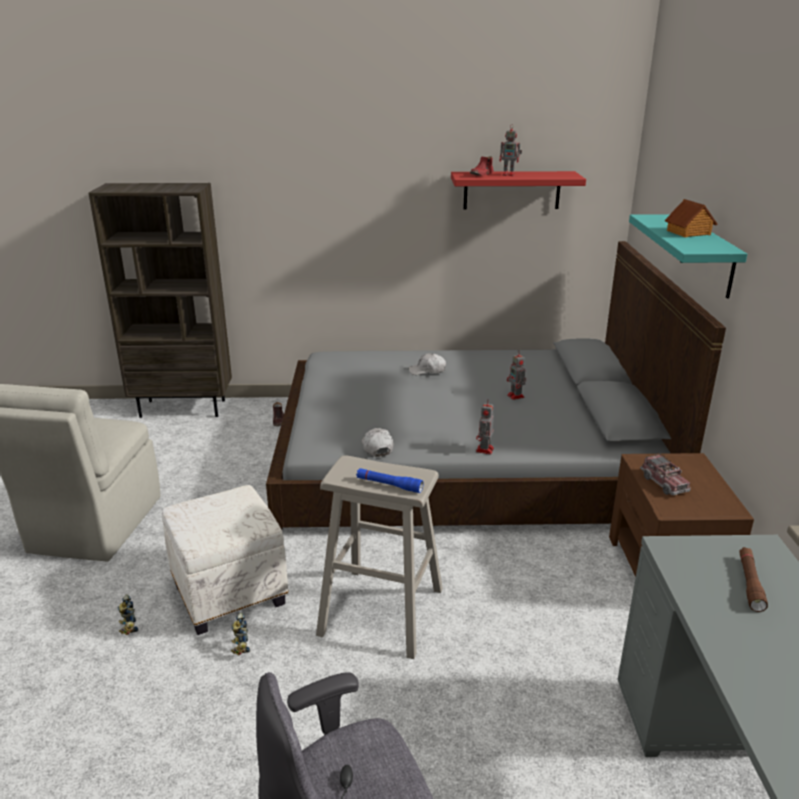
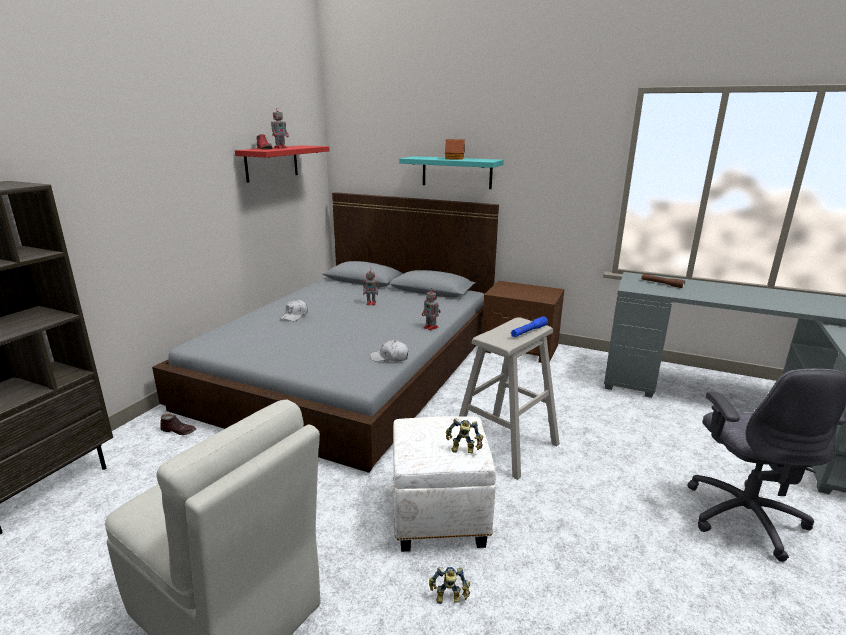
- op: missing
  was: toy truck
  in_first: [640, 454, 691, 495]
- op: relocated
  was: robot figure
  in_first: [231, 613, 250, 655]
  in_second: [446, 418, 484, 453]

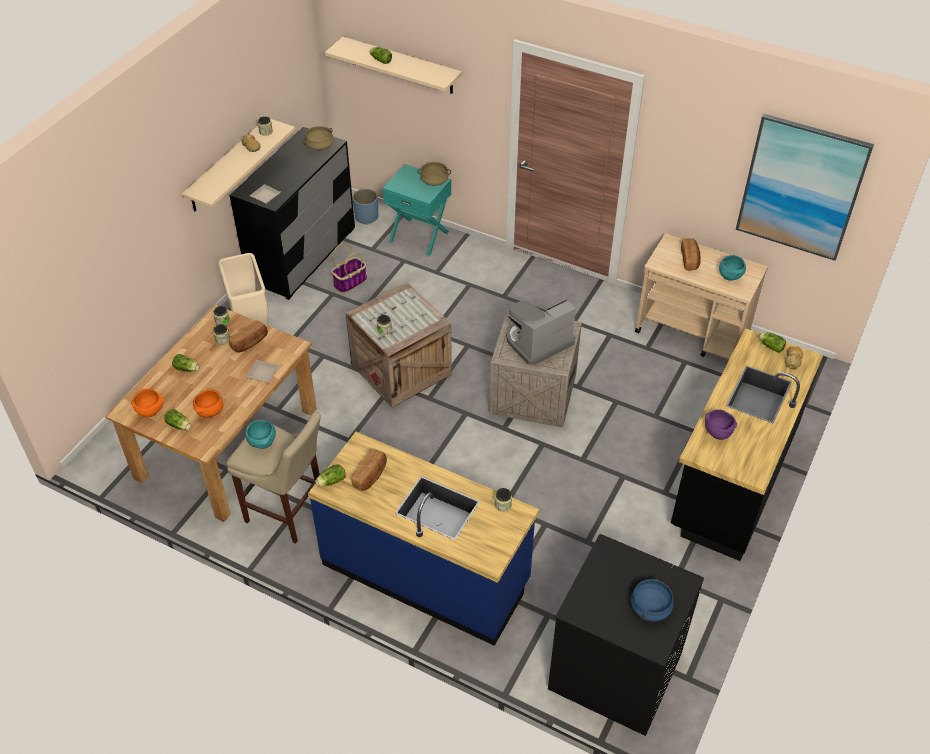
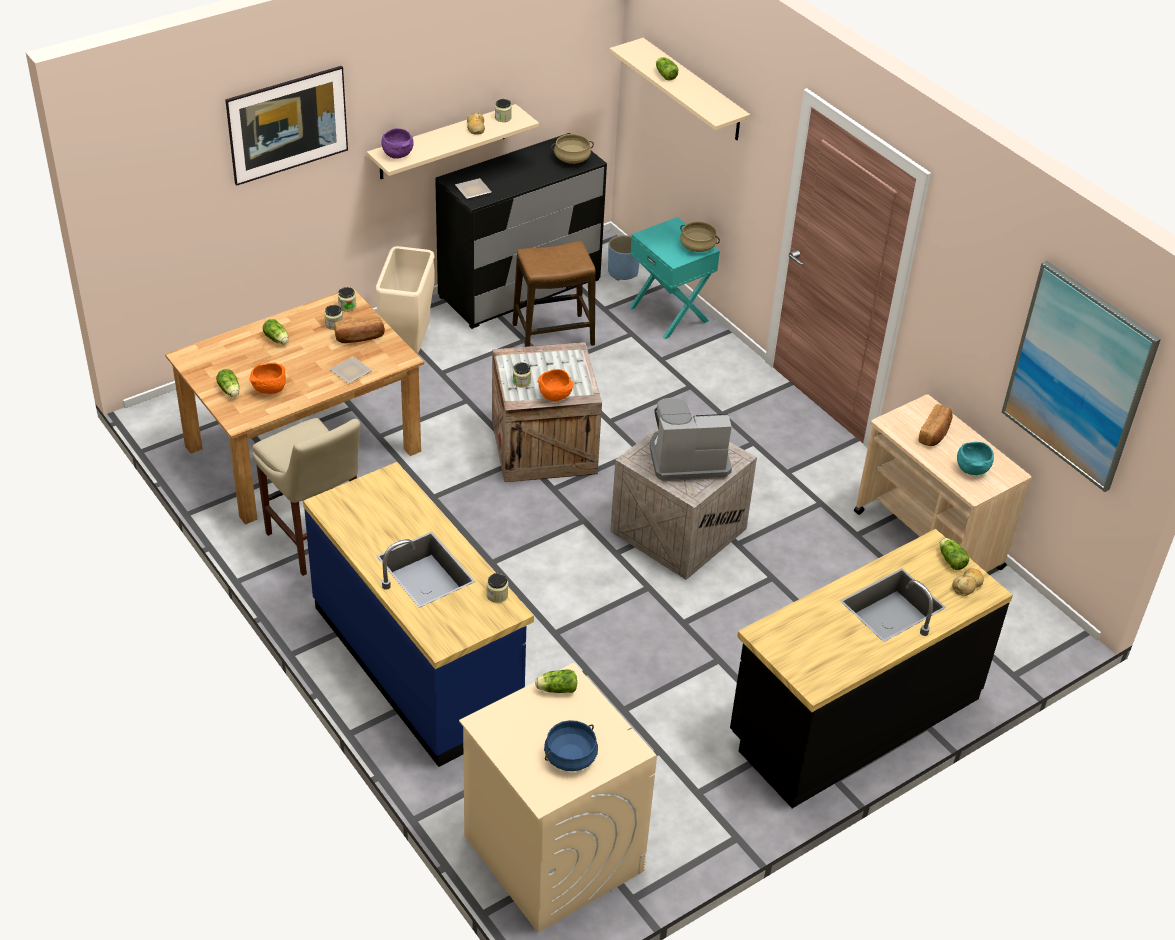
- op: exchanged
  was: storage basket
  now: stool
  in_first: [331, 243, 367, 293]
  in_second: [512, 241, 596, 347]
- op: relocated
  was: orange-coloured serving bowl
  in_first: [131, 388, 164, 417]
  in_second: [538, 369, 574, 401]
- op: relocated
  was: purple serving bowl
  in_first: [705, 409, 737, 440]
  in_second: [381, 128, 414, 159]
- op: missing
  was: blue-green serving bowl
  in_first: [245, 420, 276, 449]
- op: missing
  was: bread
  in_first: [352, 449, 387, 491]
- op: relocated
  was: lettuce head
  in_first: [315, 464, 346, 487]
  in_second: [535, 669, 577, 693]
- op: colour
  was: black laundry appliance
  now: sand-coloured laundry appliance
  in_first: [548, 534, 704, 736]
  in_second: [459, 663, 657, 933]
- op: appeared
  now: wall art
  in_second: [225, 66, 348, 186]

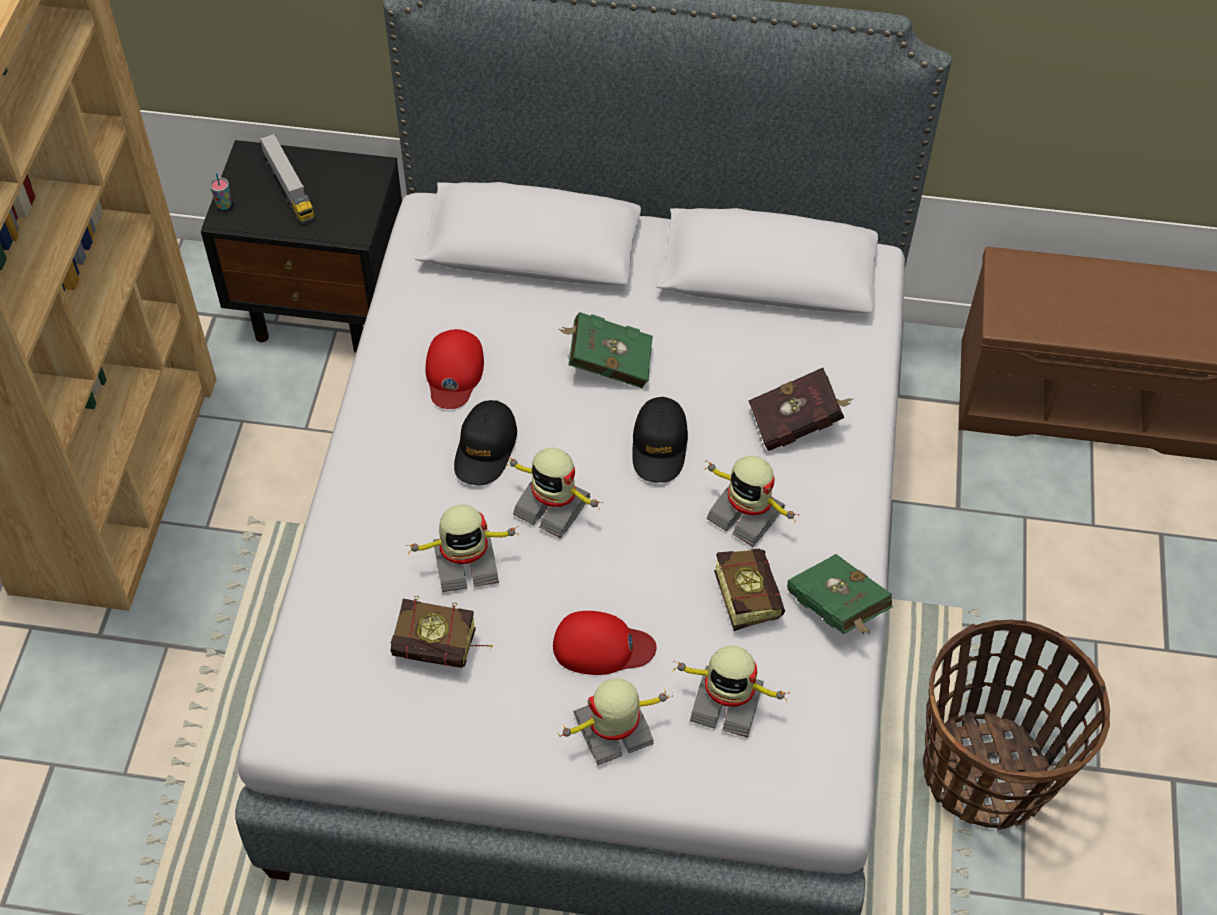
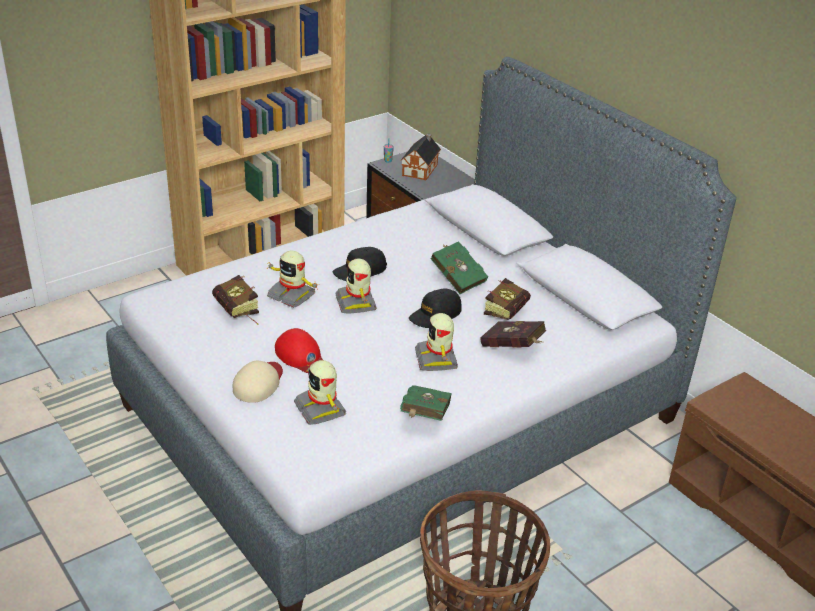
- op: exchanged
  was: toy truck
  now: model house
  in_first: [259, 134, 315, 224]
  in_second: [400, 133, 441, 180]
- op: missing
  was: reddish baseball cap
  in_first: [425, 329, 484, 409]
- op: relocated
  was: bound book
  in_first: [714, 549, 785, 631]
  in_second: [484, 278, 531, 320]
- op: exchanged
  was: robot figure
  now: sand-coloured baseball cap
  in_first: [558, 678, 673, 766]
  in_second: [233, 361, 283, 403]

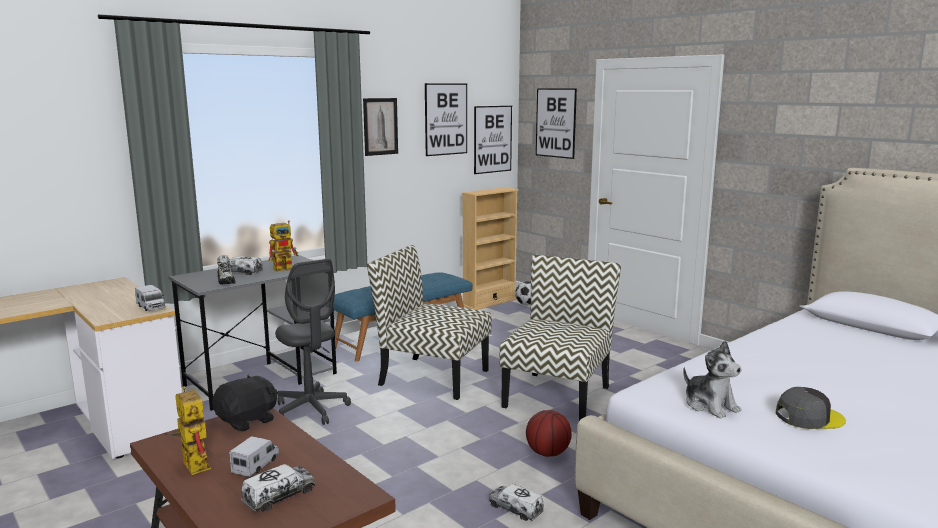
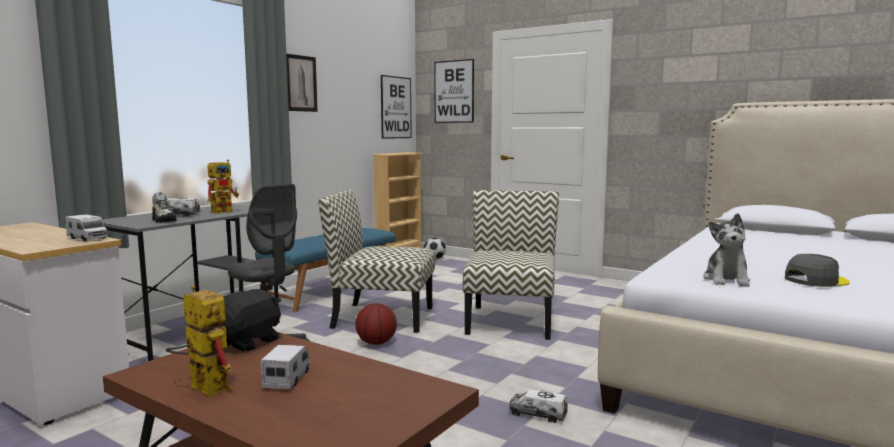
- op: missing
  was: wall art
  in_first: [425, 83, 467, 156]
- op: spun
  was: plush toy
  in_first: [683, 340, 742, 419]
  in_second: [703, 213, 750, 287]
  clockwise: 60
- op: relocated
  was: ball for basketball
  in_first: [526, 410, 572, 457]
  in_second: [355, 303, 397, 345]
- op: missing
  was: toy truck
  in_first: [241, 464, 315, 512]

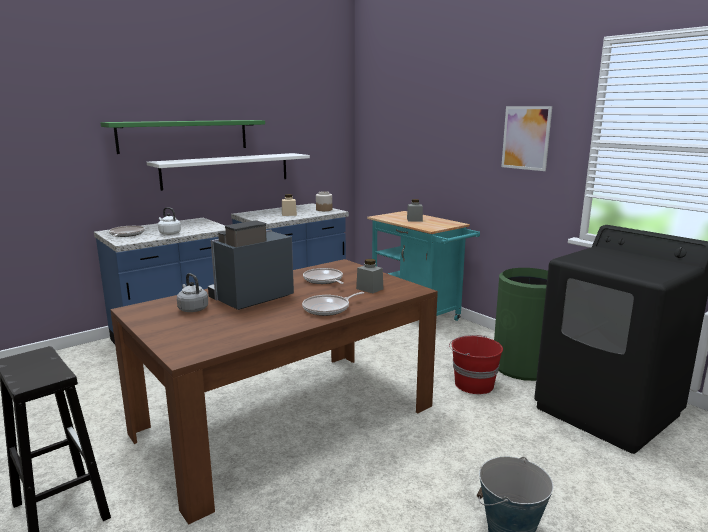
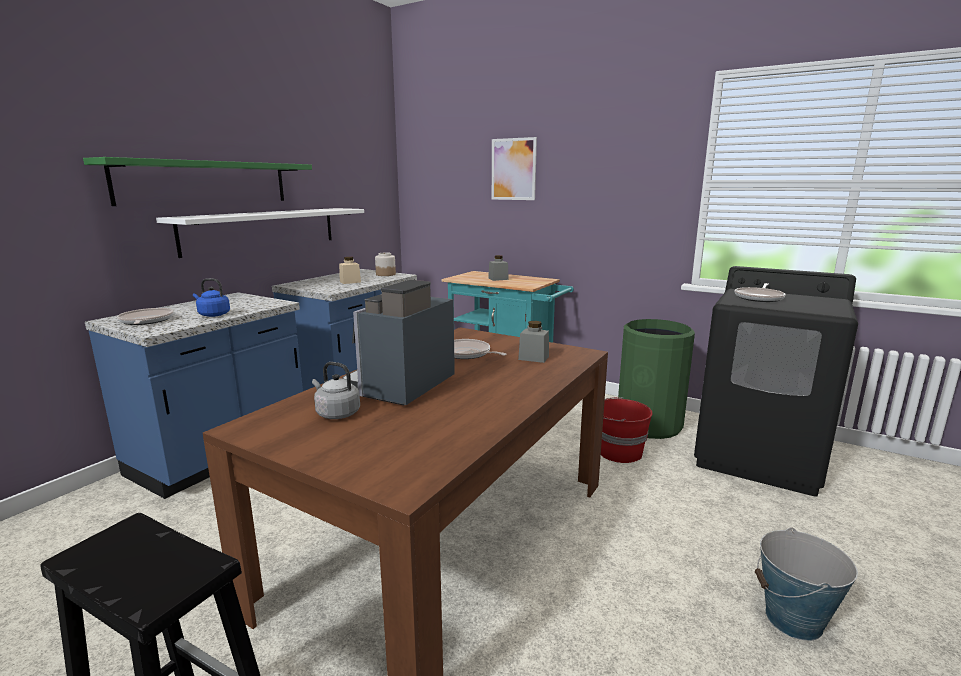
- op: relocated
  was: wall art
  in_first: [501, 106, 552, 171]
  in_second: [492, 137, 537, 200]
- op: colour
  was: whitish water kettle
  now: blue-coloured water kettle
  in_first: [158, 207, 181, 235]
  in_second: [193, 278, 230, 317]
- op: relocated
  was: frying pan
  in_first: [302, 292, 364, 316]
  in_second: [735, 283, 785, 302]

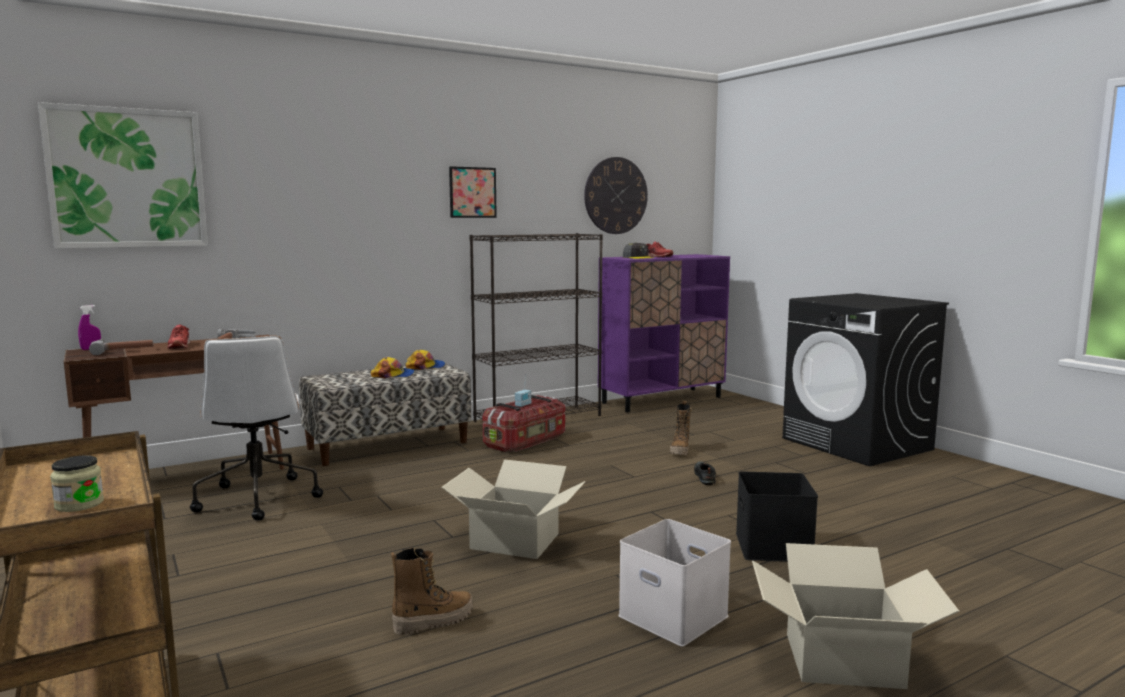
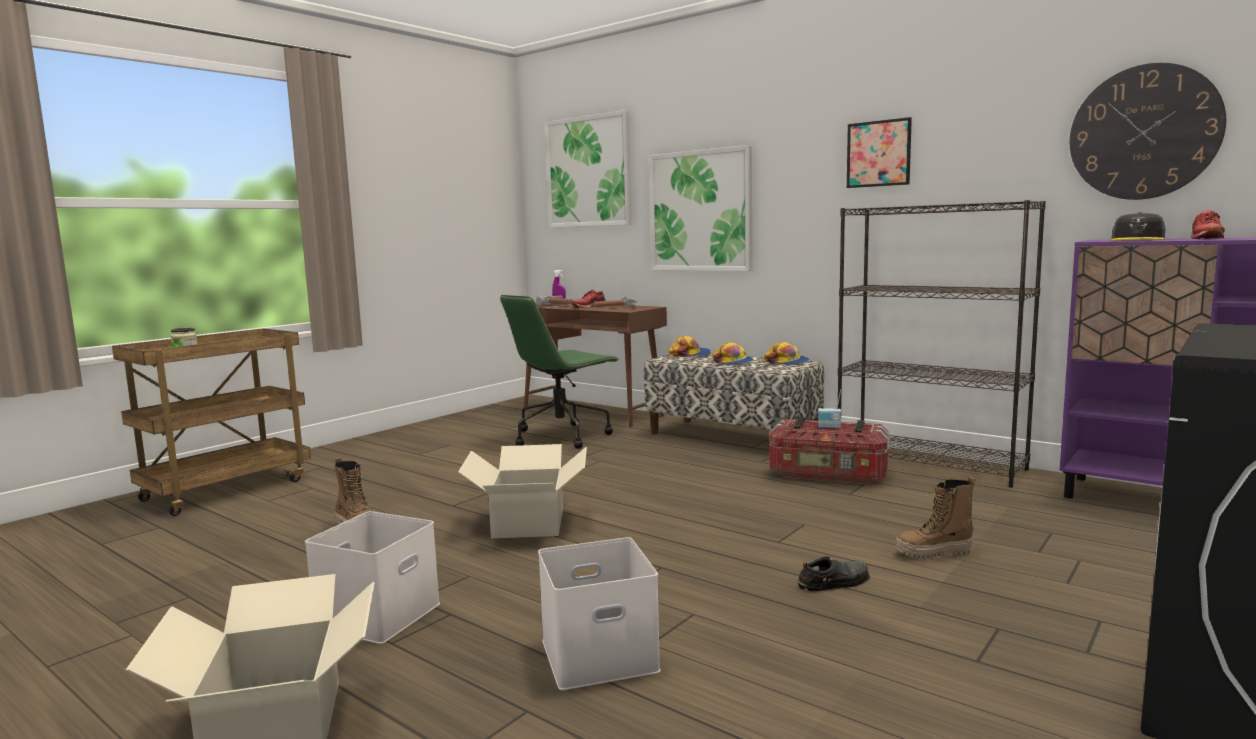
- op: colour
  was: whitish office chair
  now: green office chair
  in_first: [190, 336, 323, 521]
  in_second: [500, 295, 619, 449]
- op: colour
  was: black storage box
  now: whitish storage box
  in_first: [736, 472, 818, 562]
  in_second: [538, 537, 661, 690]
- op: appeared
  now: wall art
  in_second: [649, 145, 752, 271]
- op: appeared
  now: baseball cap
  in_second: [669, 336, 711, 357]

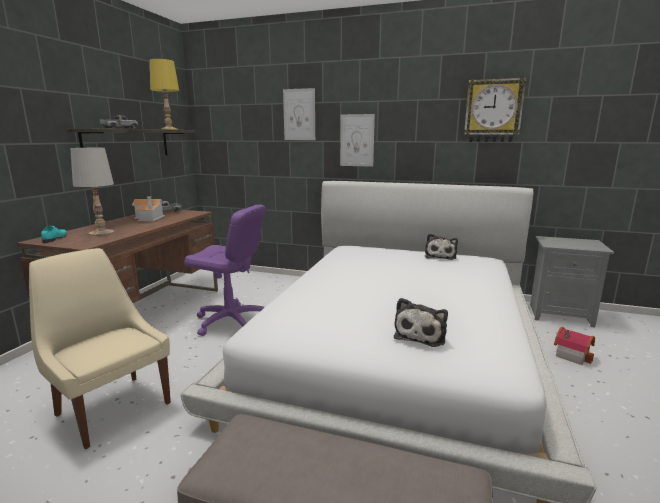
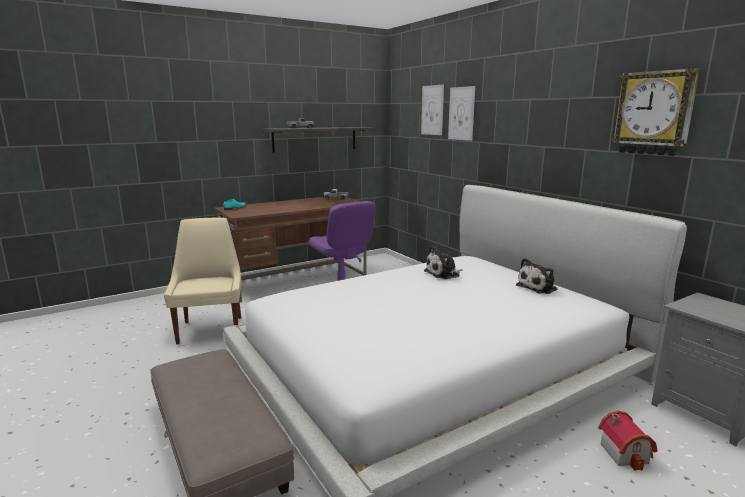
- op: missing
  was: yellowish tabletop lamp
  in_first: [150, 59, 179, 130]
- op: relocated
  was: wall art
  in_first: [340, 114, 375, 167]
  in_second: [421, 85, 444, 135]
- op: missing
  was: whitish tabletop lamp
  in_first: [70, 148, 114, 236]
- op: missing
  was: model house
  in_first: [132, 197, 165, 221]
- op: relocated
  was: plush toy
  in_first: [394, 298, 448, 347]
  in_second: [424, 246, 463, 279]

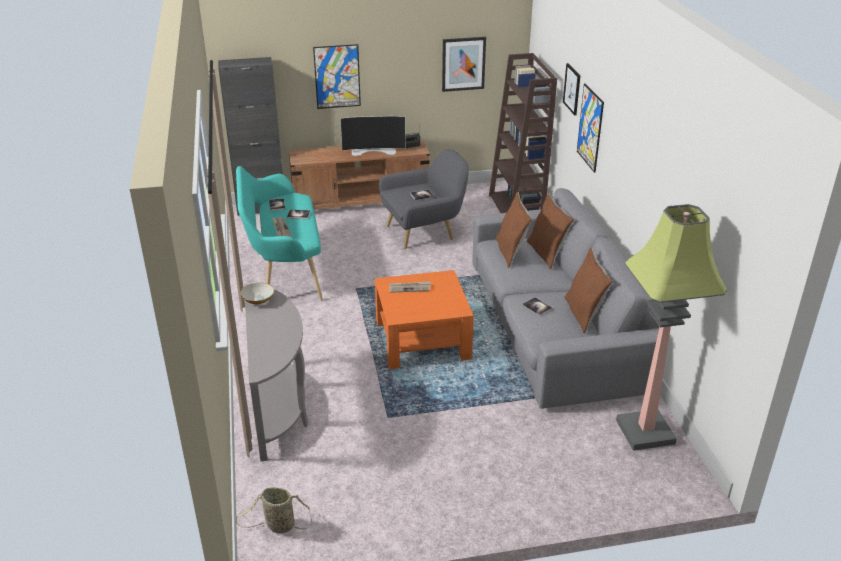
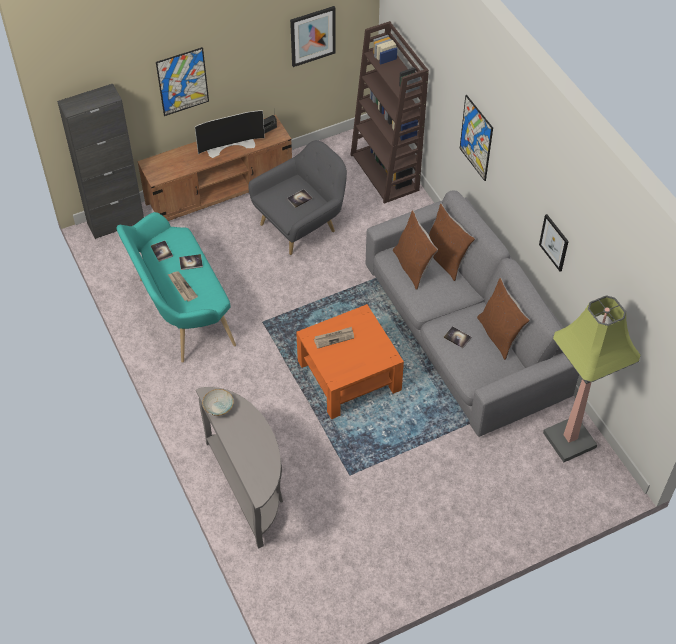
- op: relocated
  was: wall art
  in_first: [563, 63, 581, 115]
  in_second: [539, 214, 569, 271]
- op: missing
  was: storage basket
  in_first: [236, 487, 312, 533]

